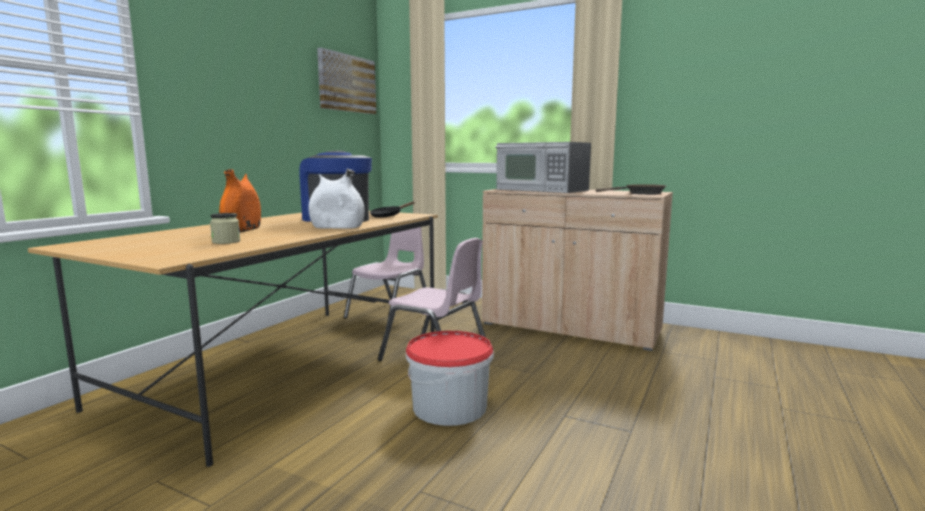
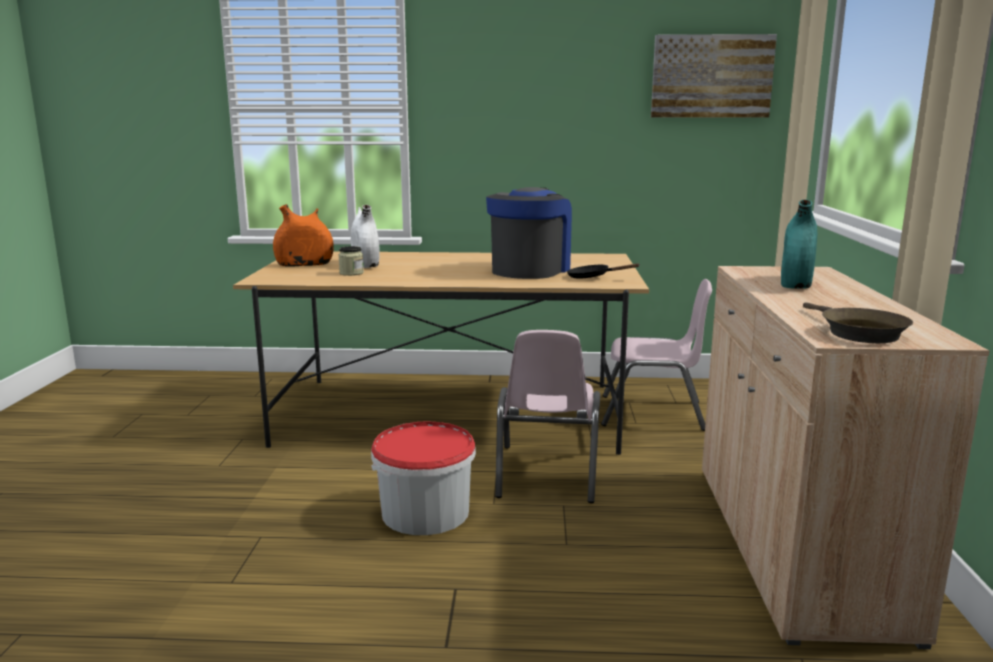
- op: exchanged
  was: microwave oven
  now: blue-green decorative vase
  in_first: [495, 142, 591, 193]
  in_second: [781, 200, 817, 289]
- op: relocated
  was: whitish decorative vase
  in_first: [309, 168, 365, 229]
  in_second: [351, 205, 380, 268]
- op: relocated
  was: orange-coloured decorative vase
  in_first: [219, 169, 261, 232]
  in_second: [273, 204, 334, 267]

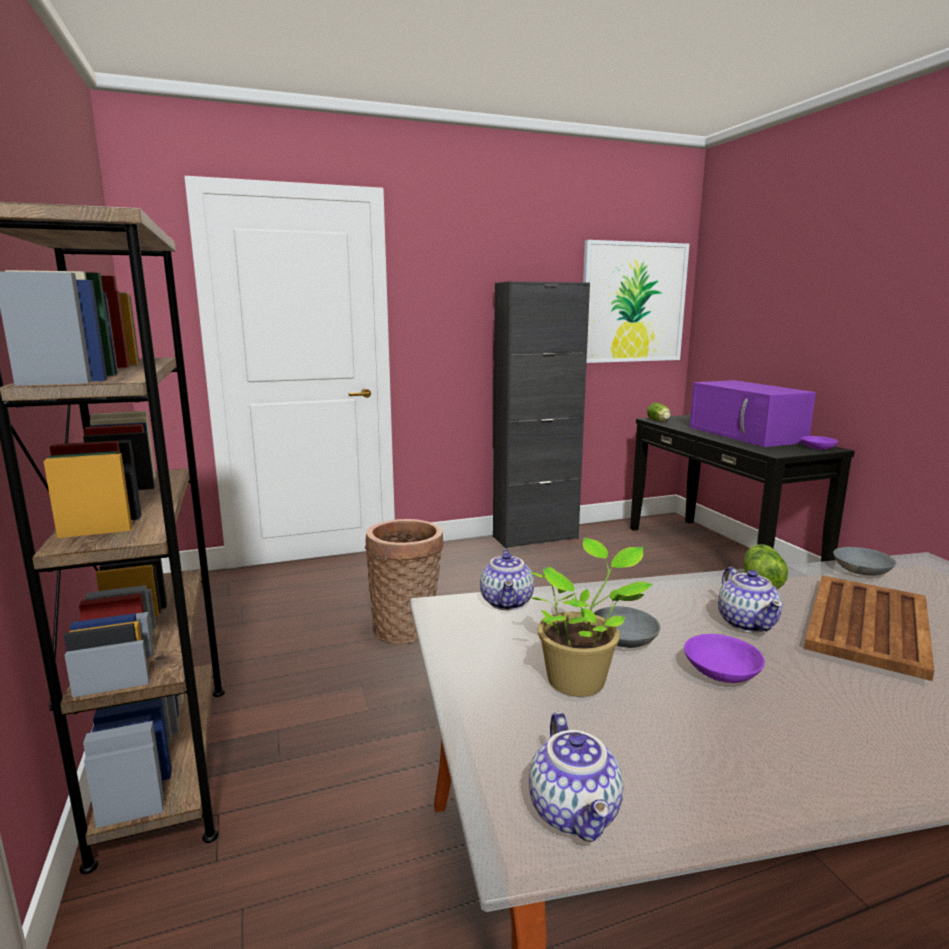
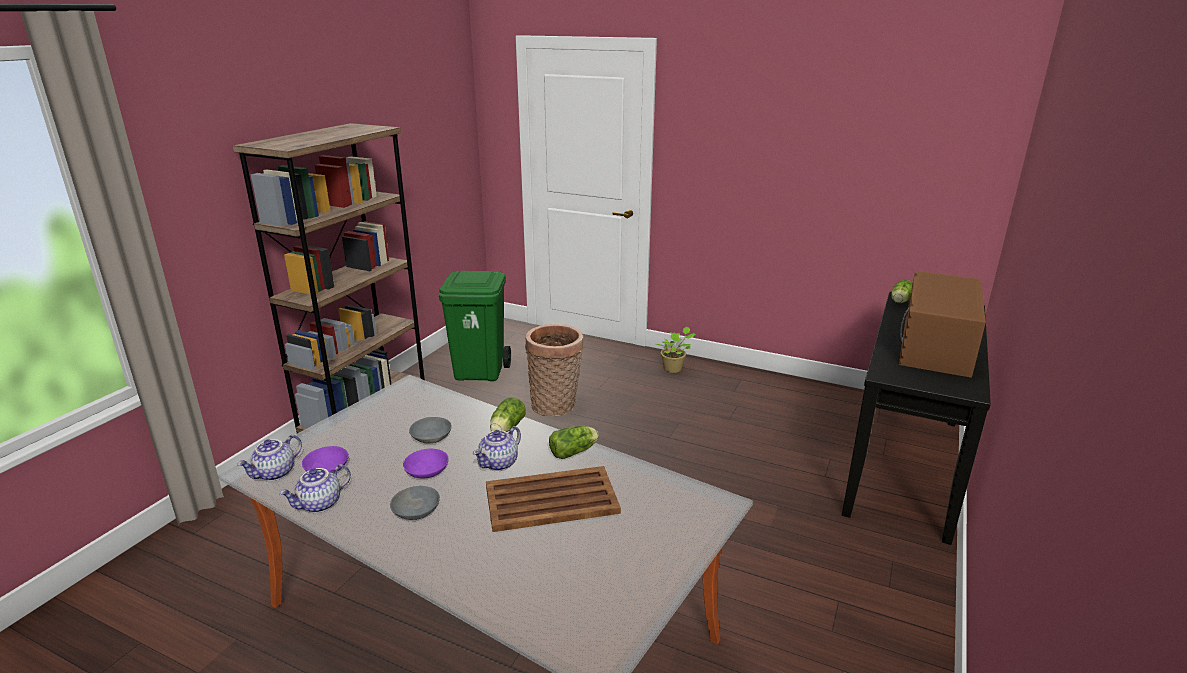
- op: missing
  was: wall art
  in_first: [583, 240, 689, 363]
- op: missing
  was: black storage cabinet
  in_first: [493, 281, 590, 549]
- op: colour
  was: purple microwave oven
  now: brownish microwave oven
  in_first: [690, 380, 816, 447]
  in_second: [899, 271, 986, 378]
- op: relocated
  was: purple serving bowl
  in_first: [801, 436, 838, 450]
  in_second: [302, 446, 349, 472]
- op: relocated
  was: plant in a pot
  in_first: [529, 538, 653, 696]
  in_second: [656, 327, 696, 373]
- op: relocated
  was: grey serving bowl
  in_first: [833, 547, 896, 576]
  in_second: [390, 486, 440, 520]
- op: relocated
  was: tea pot
  in_first: [480, 549, 534, 610]
  in_second: [279, 464, 351, 513]
- op: appeared
  now: green trash can
  in_second: [438, 271, 511, 381]
- op: appeared
  now: lettuce head
  in_second: [490, 397, 526, 432]

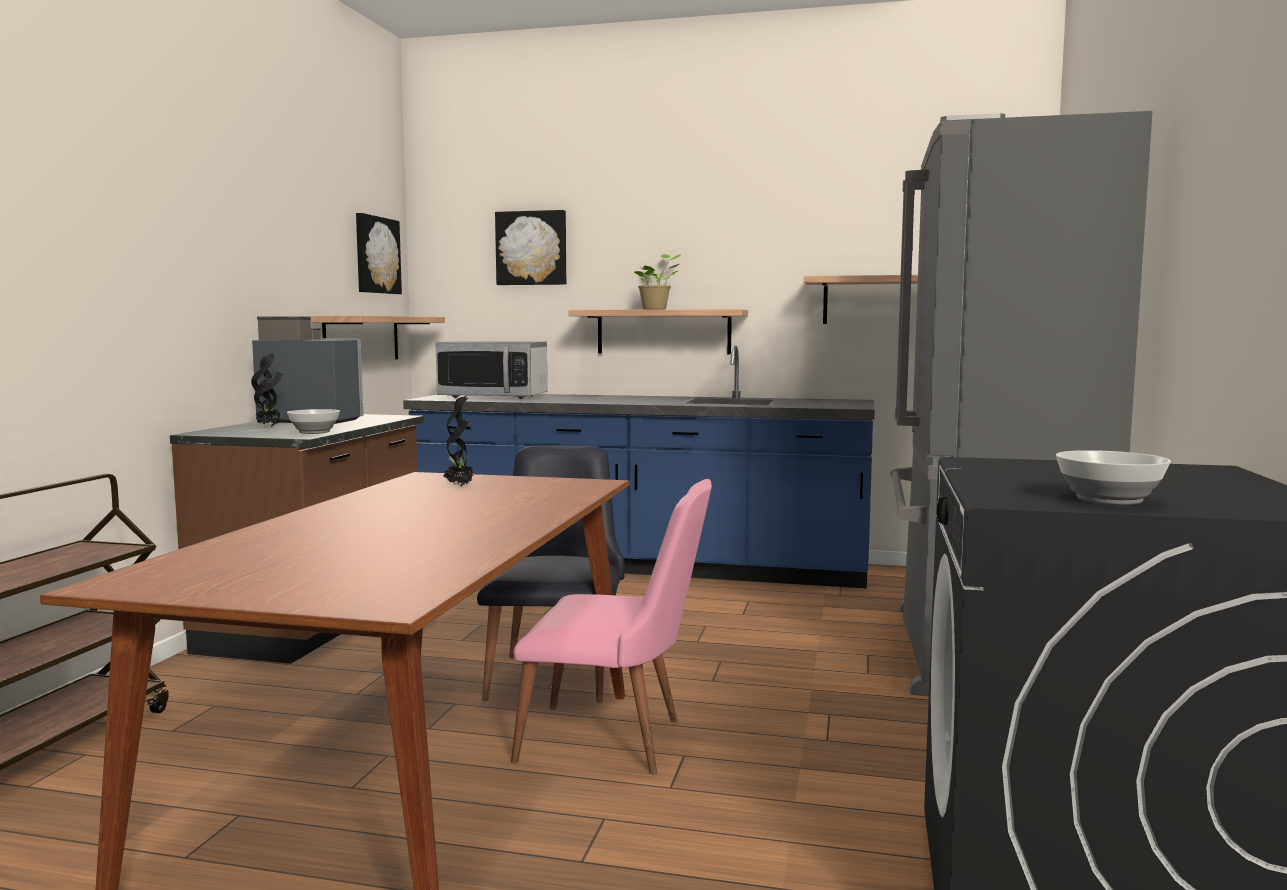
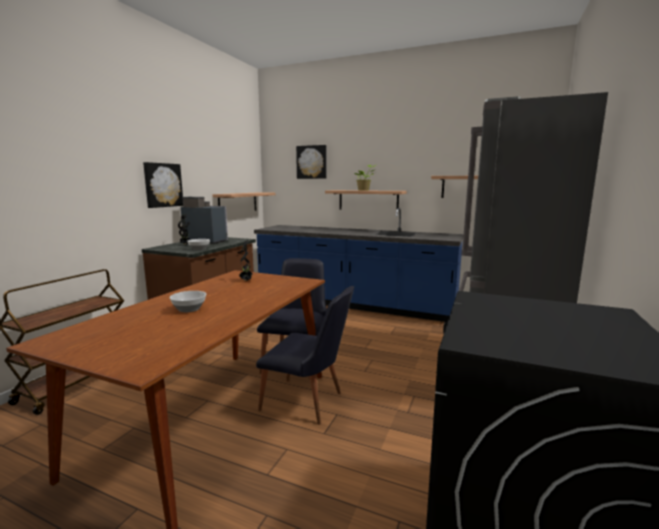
- op: relocated
  was: wall art
  in_first: [356, 213, 402, 294]
  in_second: [143, 162, 183, 208]
- op: missing
  was: microwave oven
  in_first: [436, 341, 547, 399]
- op: relocated
  was: serving bowl
  in_first: [1056, 450, 1171, 505]
  in_second: [169, 291, 206, 312]
- op: colour
  was: pinkish plain chair
  now: black plain chair
  in_first: [511, 479, 712, 774]
  in_second: [256, 286, 354, 425]

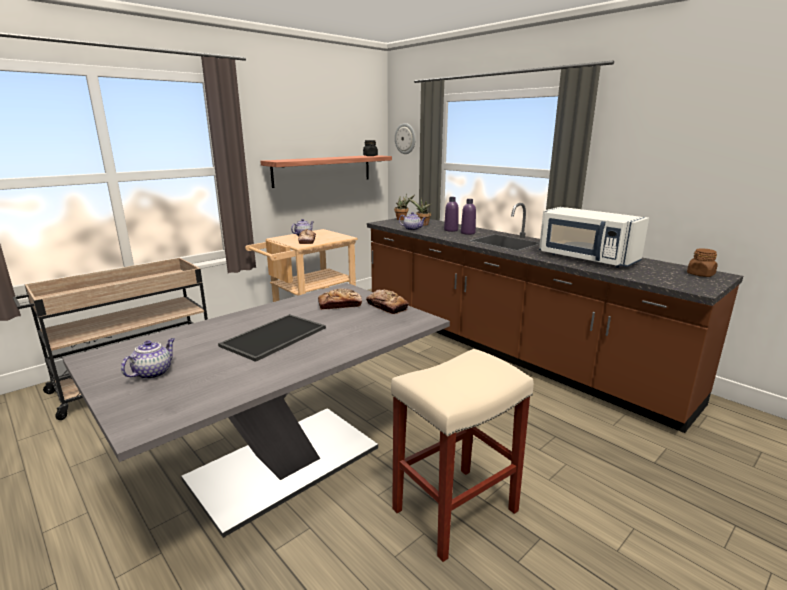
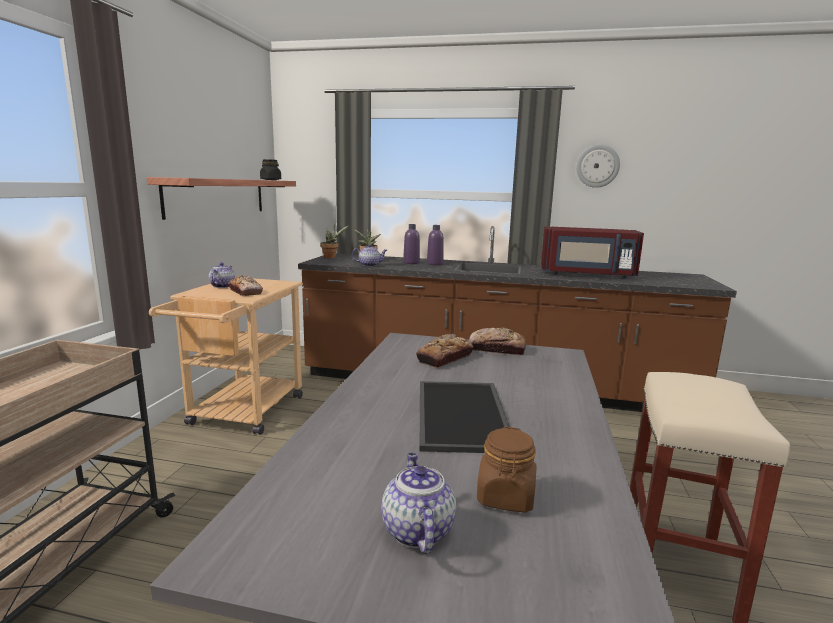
- op: relocated
  was: clock on the wall
  in_first: [395, 123, 416, 154]
  in_second: [576, 145, 620, 188]
- op: colour
  was: whitish microwave oven
  now: reddish microwave oven
  in_first: [539, 207, 649, 268]
  in_second: [541, 226, 644, 279]
- op: relocated
  was: brownish storage jar
  in_first: [687, 248, 717, 277]
  in_second: [477, 426, 537, 513]

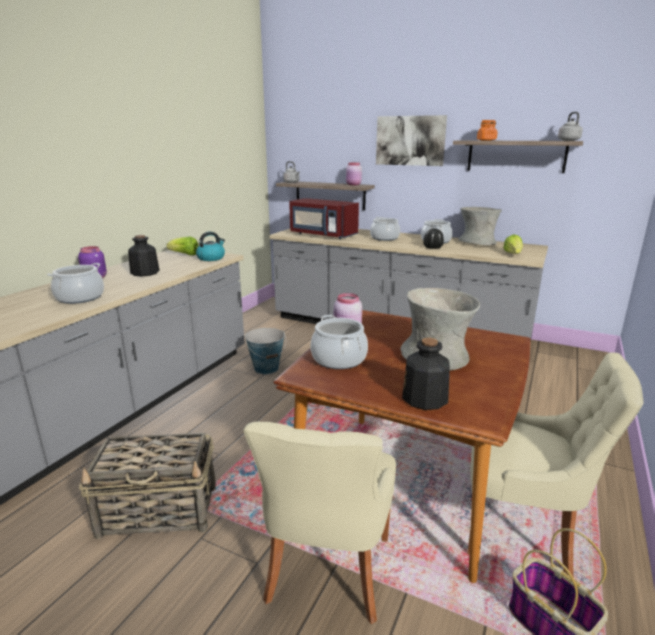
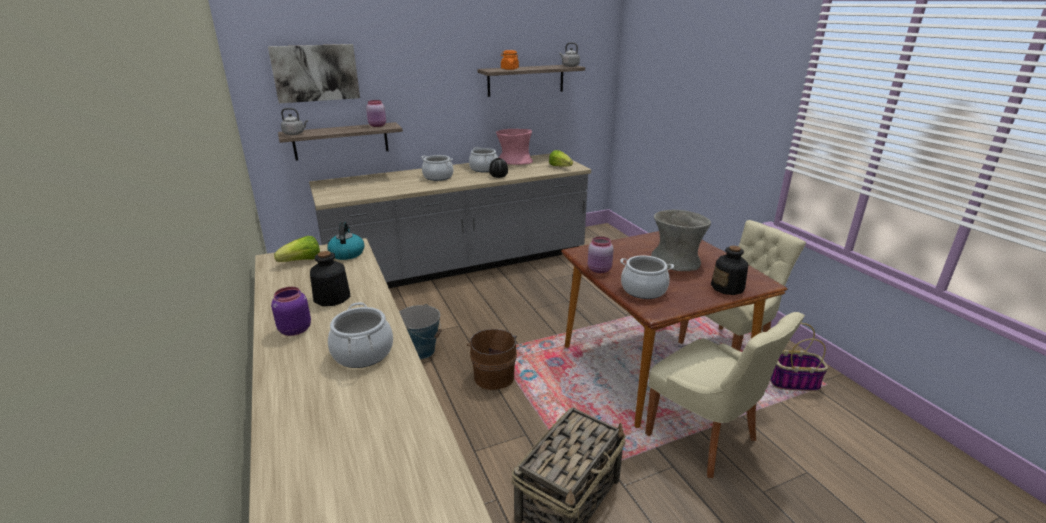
- op: relocated
  was: wall art
  in_first: [376, 115, 447, 166]
  in_second: [268, 44, 360, 103]
- op: missing
  was: reddish microwave oven
  in_first: [289, 198, 359, 239]
- op: colour
  was: grey decorative vase
  now: pinkish decorative vase
  in_first: [458, 207, 502, 245]
  in_second: [496, 129, 533, 165]
- op: appeared
  now: brownish bucket
  in_second: [467, 329, 517, 390]

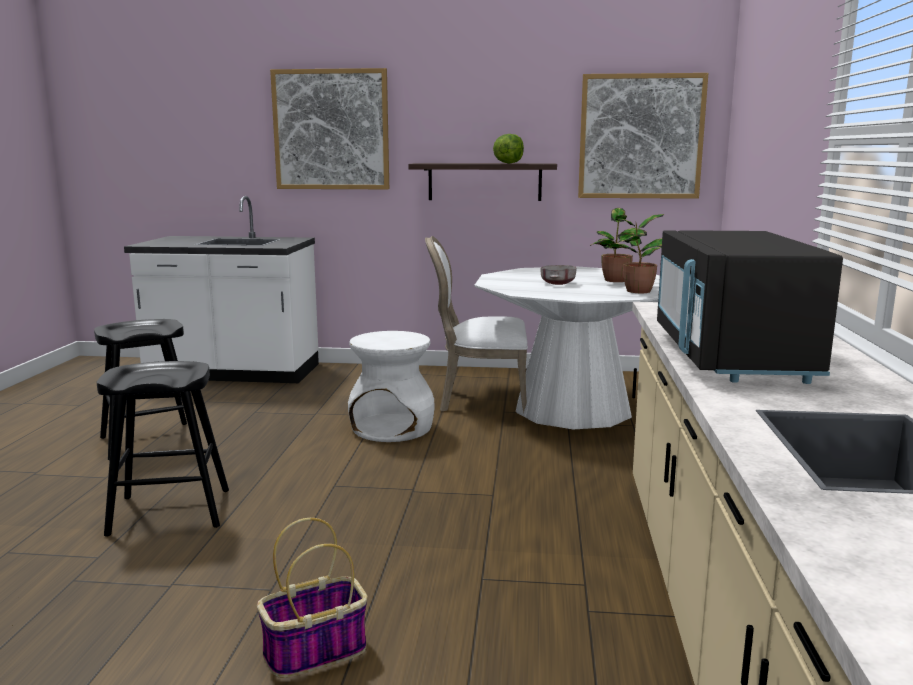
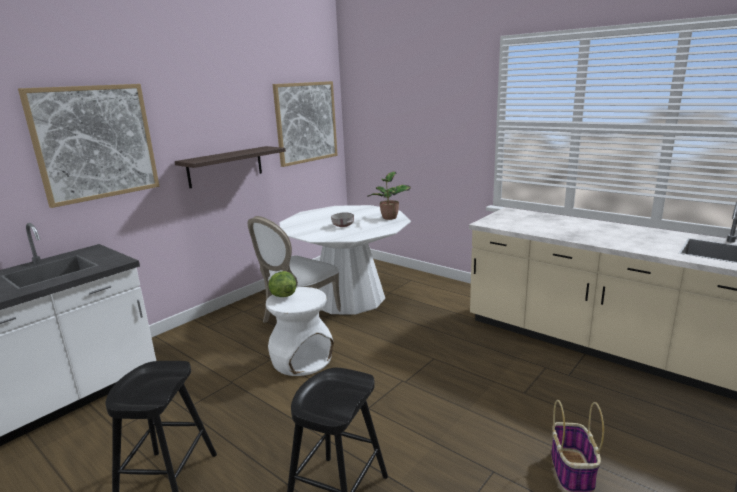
- op: relocated
  was: lettuce head
  in_first: [493, 134, 524, 163]
  in_second: [268, 271, 296, 297]
- op: missing
  was: plant in a pot
  in_first: [590, 208, 647, 282]
- op: missing
  was: black microwave oven
  in_first: [657, 230, 843, 384]

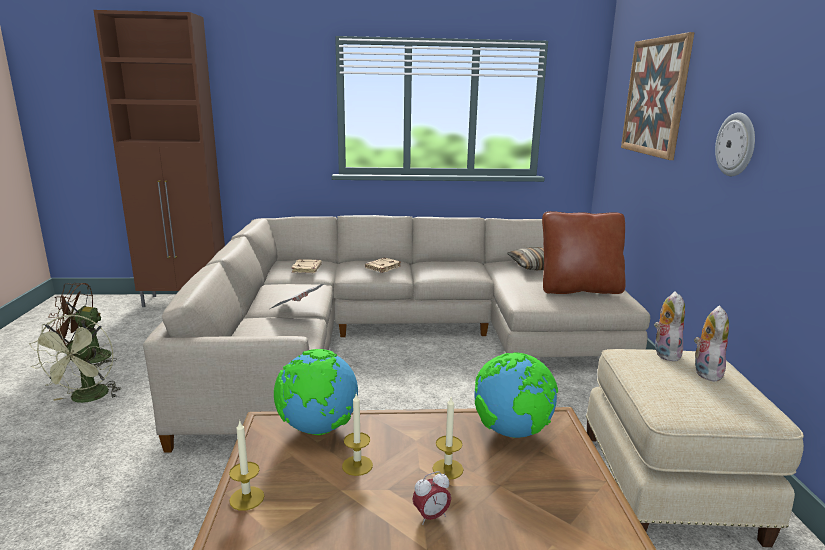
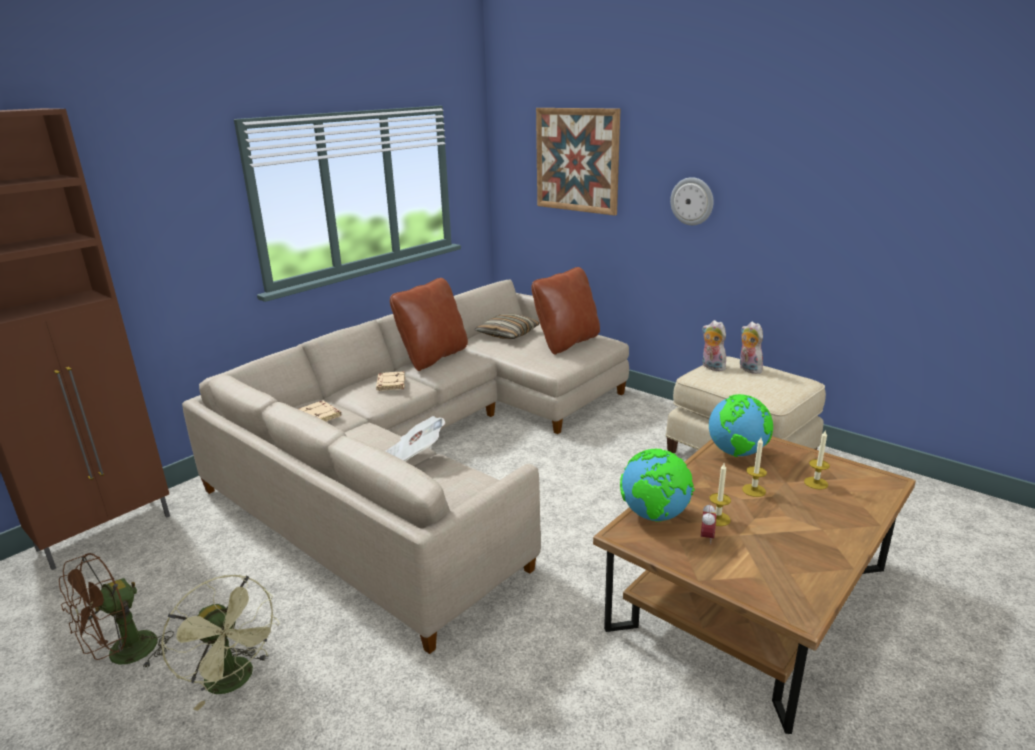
- op: relocated
  was: wax light
  in_first: [229, 420, 264, 511]
  in_second: [804, 431, 830, 489]
- op: relocated
  was: alarm clock
  in_first: [412, 471, 451, 525]
  in_second: [701, 504, 716, 544]
- op: appeared
  now: brownish pillow
  in_second: [390, 278, 468, 371]

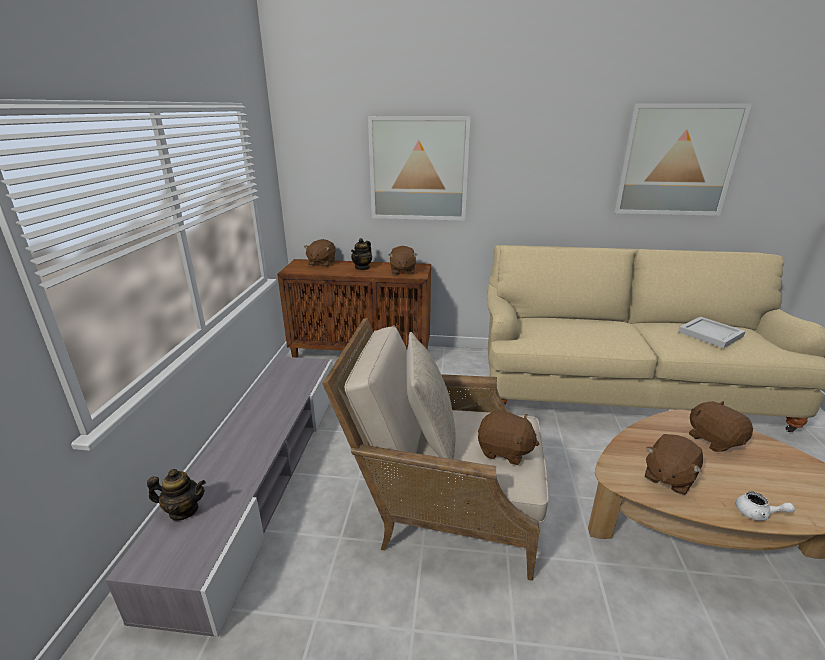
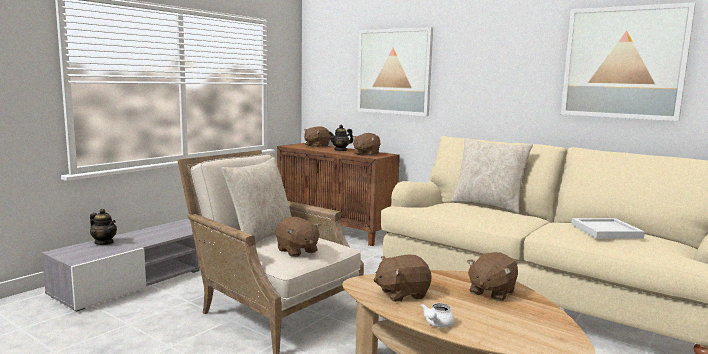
- op: spun
  was: brownish plush toy
  in_first: [689, 401, 753, 452]
  in_second: [467, 252, 518, 301]
  clockwise: -150
- op: spun
  was: whitish tea pot
  in_first: [736, 491, 795, 521]
  in_second: [420, 303, 455, 327]
  clockwise: 60
- op: appeared
  now: sand-coloured pillow
  in_second: [451, 138, 533, 214]

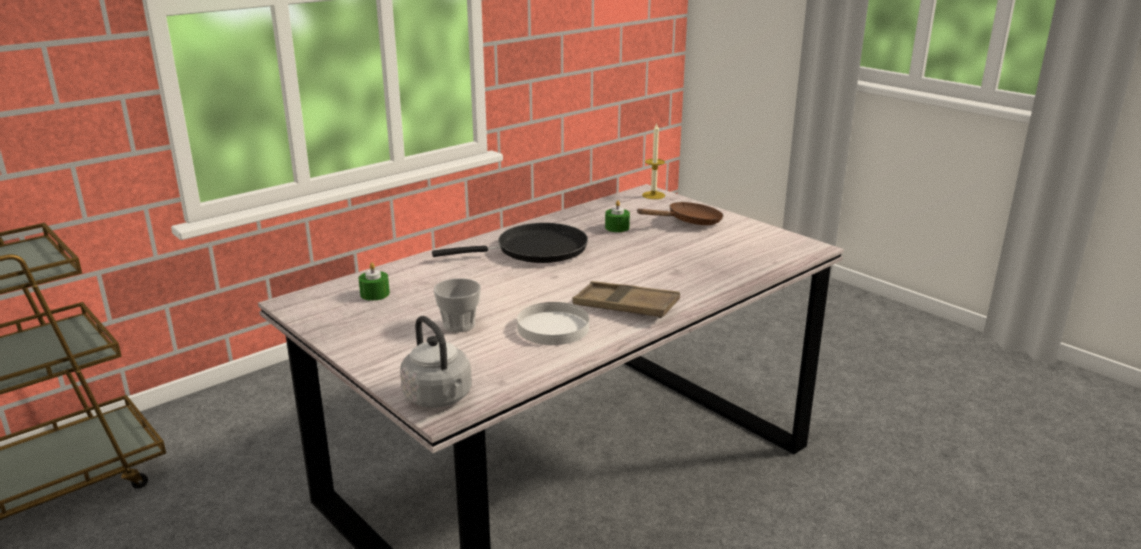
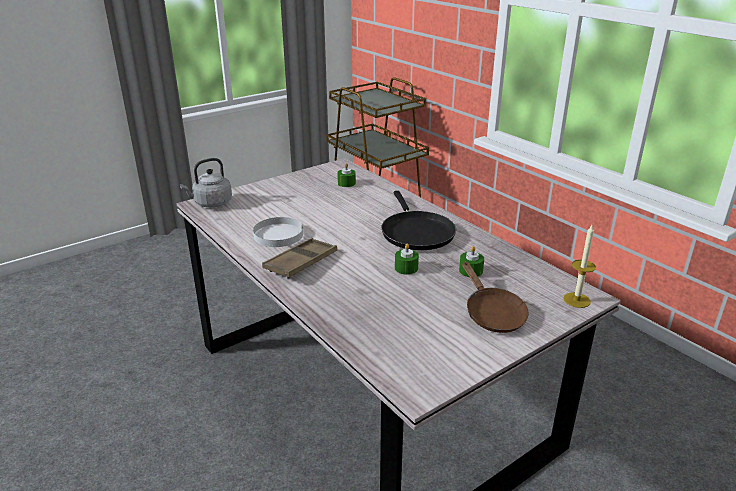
- op: missing
  was: small cup
  in_first: [434, 278, 481, 332]
- op: appeared
  now: green wax light
  in_second: [395, 244, 419, 275]

